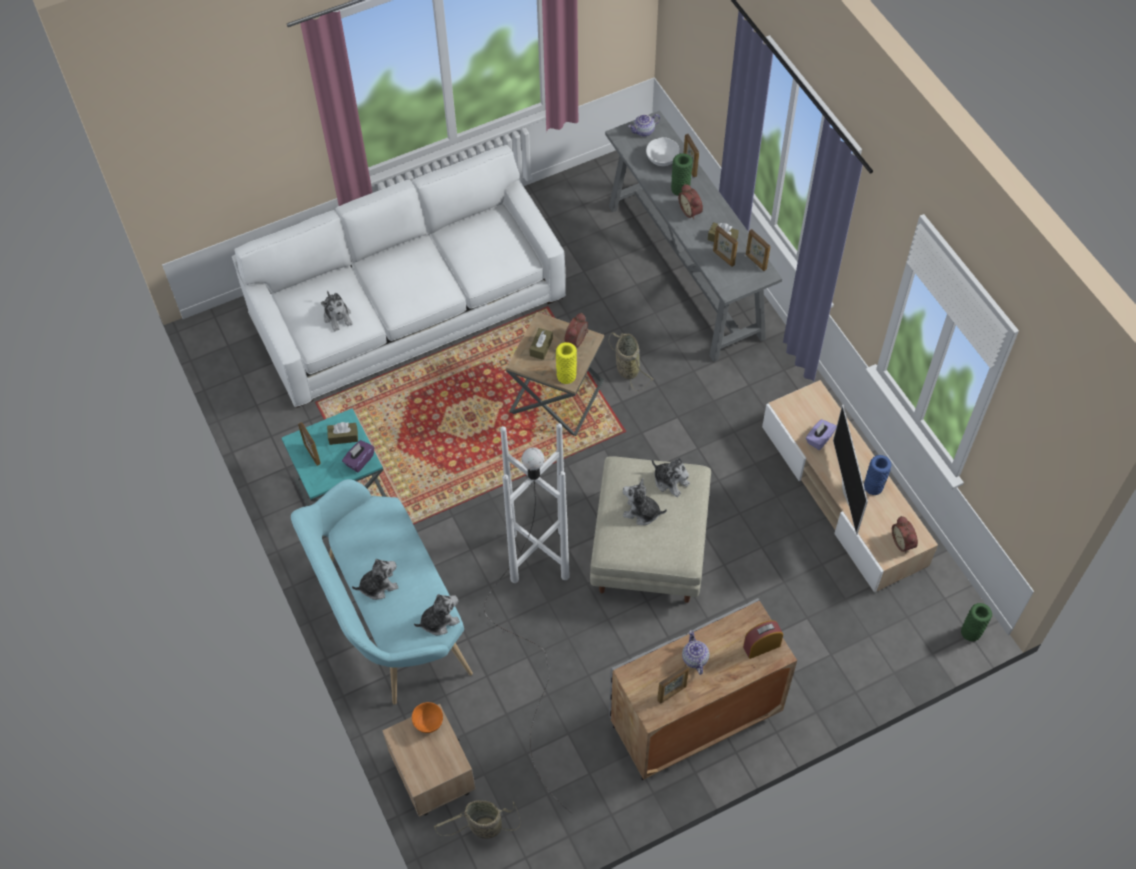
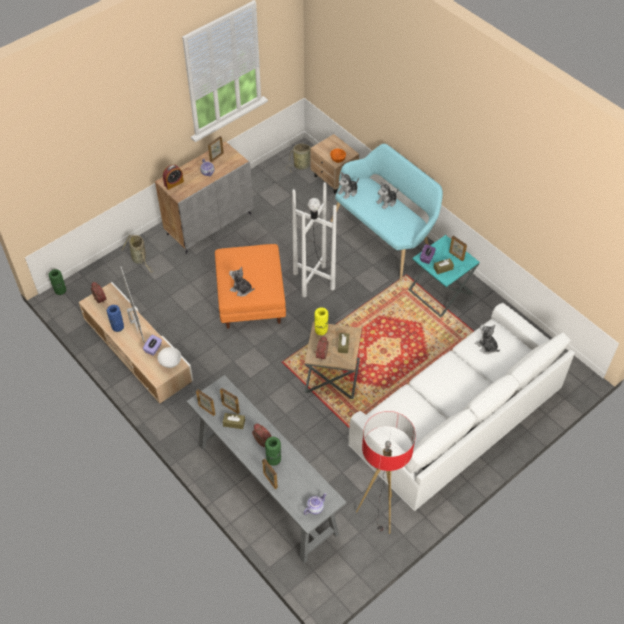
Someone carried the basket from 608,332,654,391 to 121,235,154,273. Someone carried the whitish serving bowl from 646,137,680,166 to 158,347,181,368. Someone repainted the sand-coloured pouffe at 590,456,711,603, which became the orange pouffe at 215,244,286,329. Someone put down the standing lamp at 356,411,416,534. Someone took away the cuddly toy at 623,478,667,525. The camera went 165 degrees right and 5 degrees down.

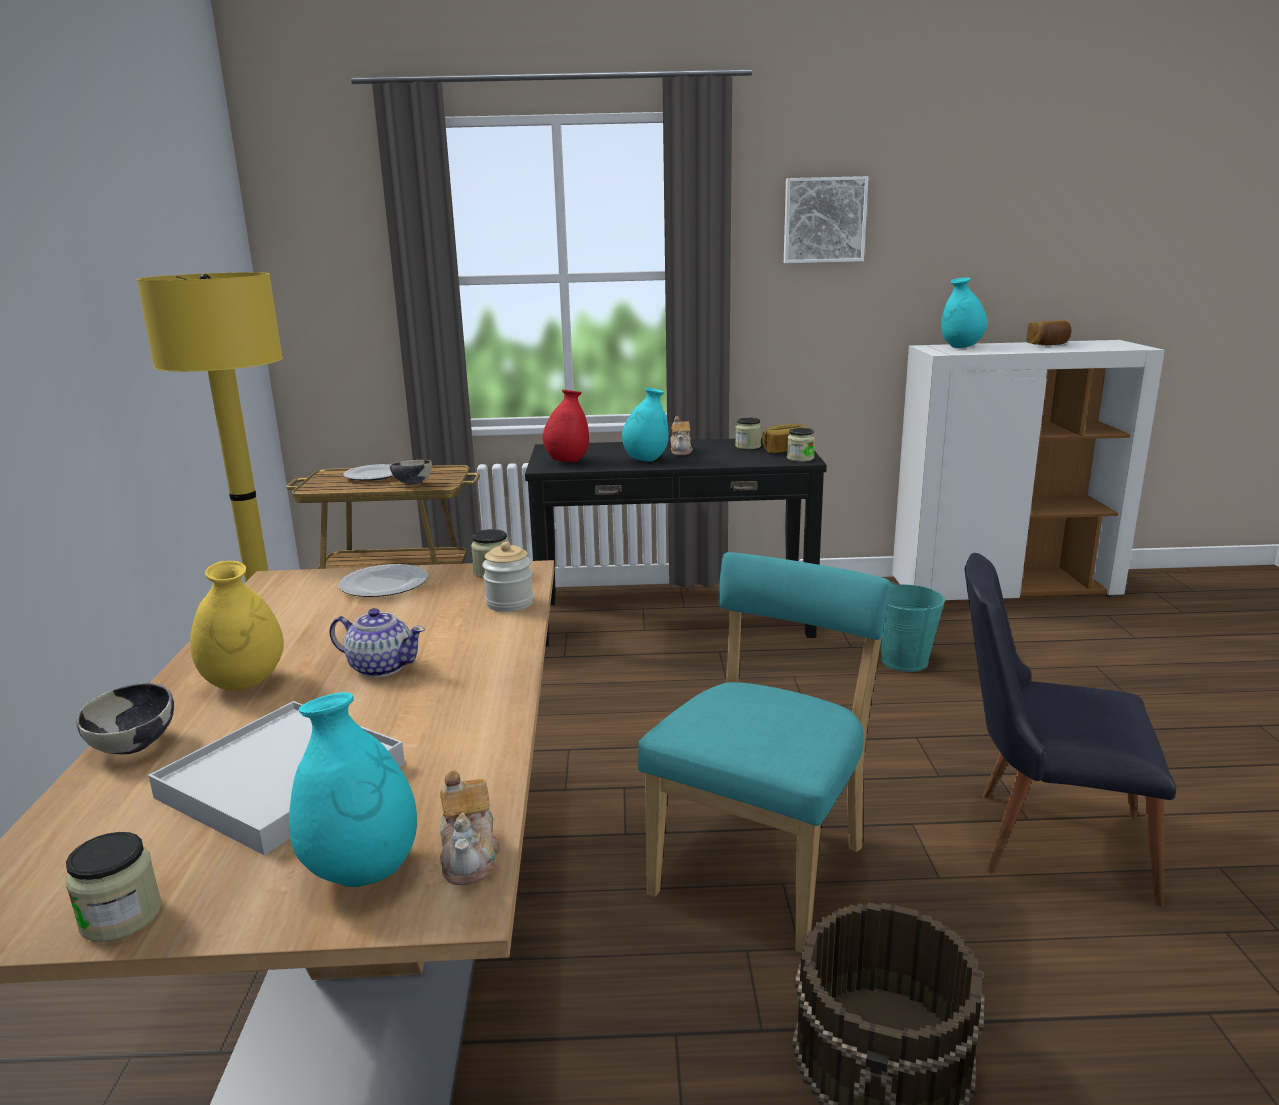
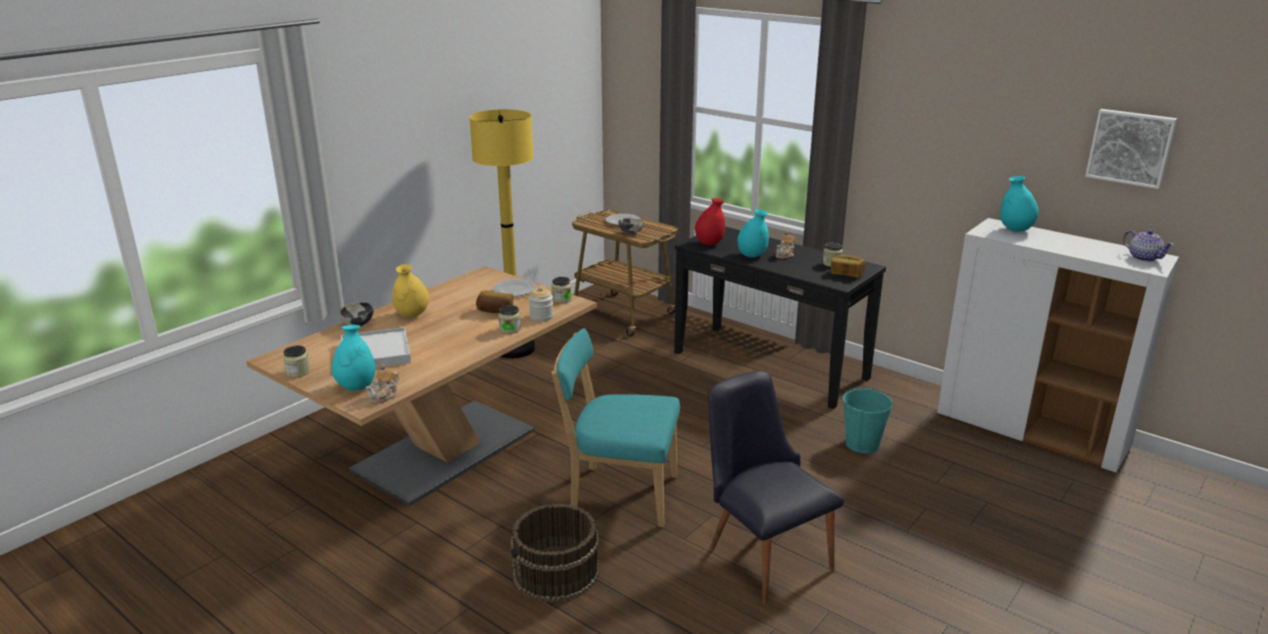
Someone carried the bread from 1026,320,1071,345 to 476,290,513,314. Someone carried the storage jar from 787,428,815,462 to 498,305,521,334. Someone rotated the turquoise plain chair at 638,552,891,953 by 150 degrees counterclockwise. Someone carried the picture from 784,176,869,263 to 1085,109,1177,189. Someone carried the teapot from 329,608,425,678 to 1123,230,1174,262. The camera went 40 degrees right and 5 degrees up.

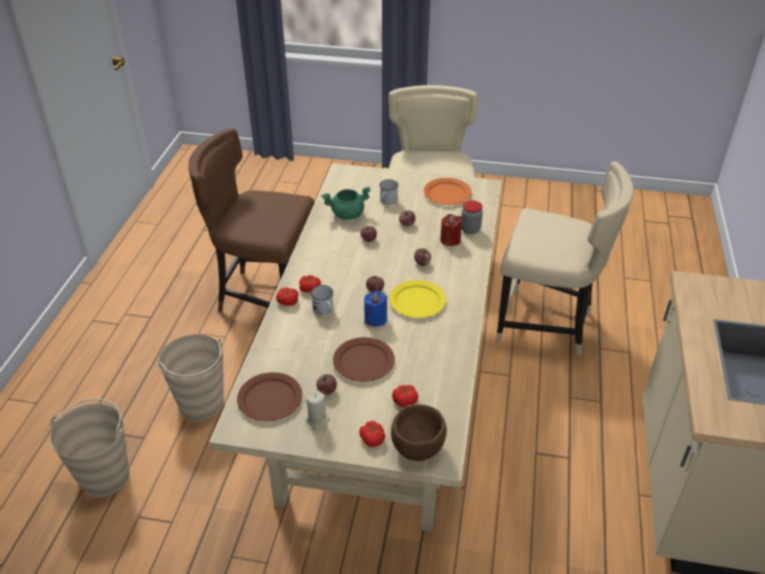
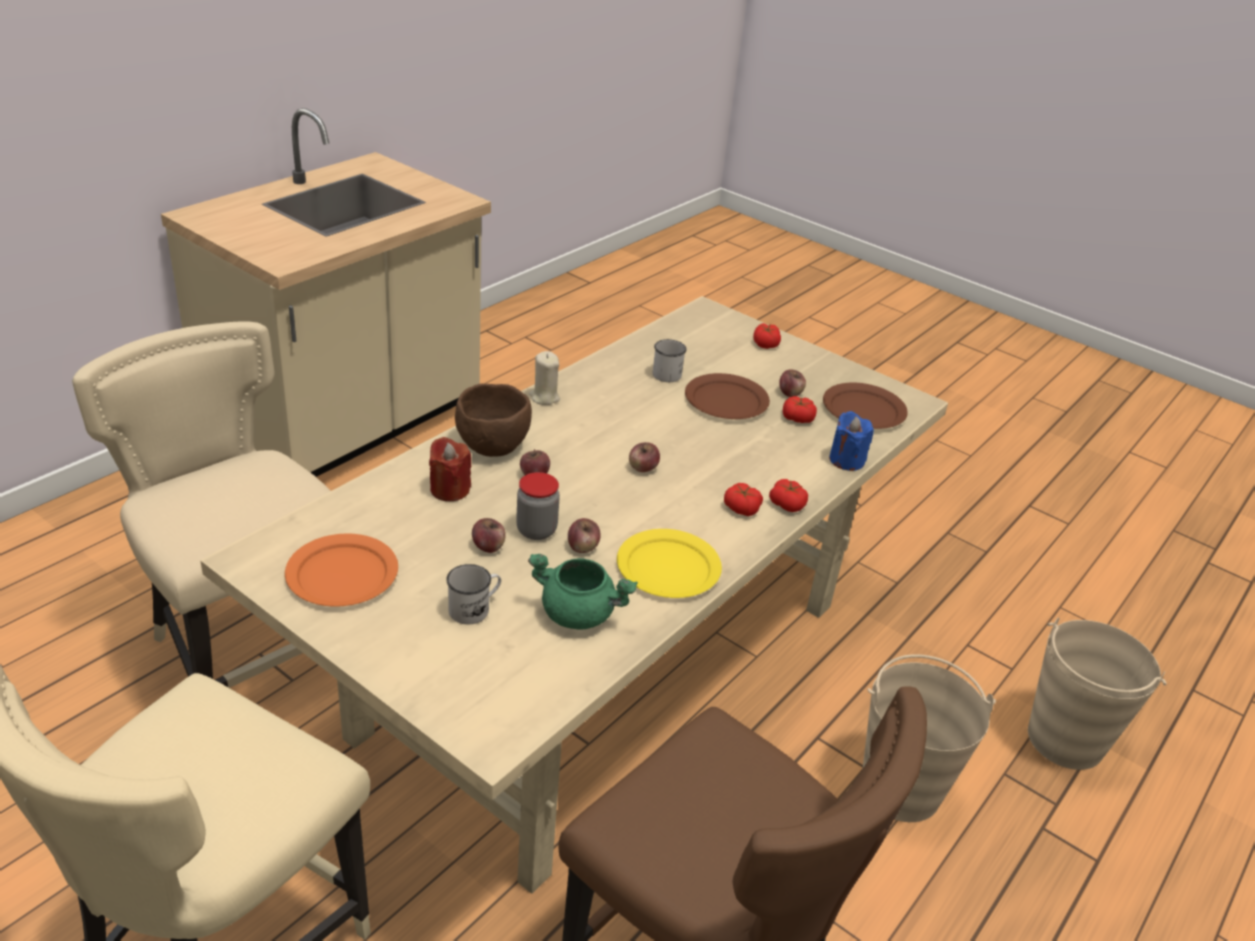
Someone carried the brown-coloured serving bowl from 391,404,447,461 to 455,384,532,457. Someone carried the storage jar from 461,200,483,234 to 516,472,560,540. Someone carried the sand-coloured wax light from 305,391,330,429 to 529,351,560,405. Someone carried the yellow-coloured plate from 389,280,446,318 to 617,529,722,598. Someone carried the whitish coffee mug from 311,285,333,316 to 653,339,687,382. Someone carried the tomato from 392,385,418,407 to 783,396,817,423. Someone carried the bluish wax light from 364,290,388,327 to 829,411,874,471. The camera went 155 degrees left and 5 degrees down.

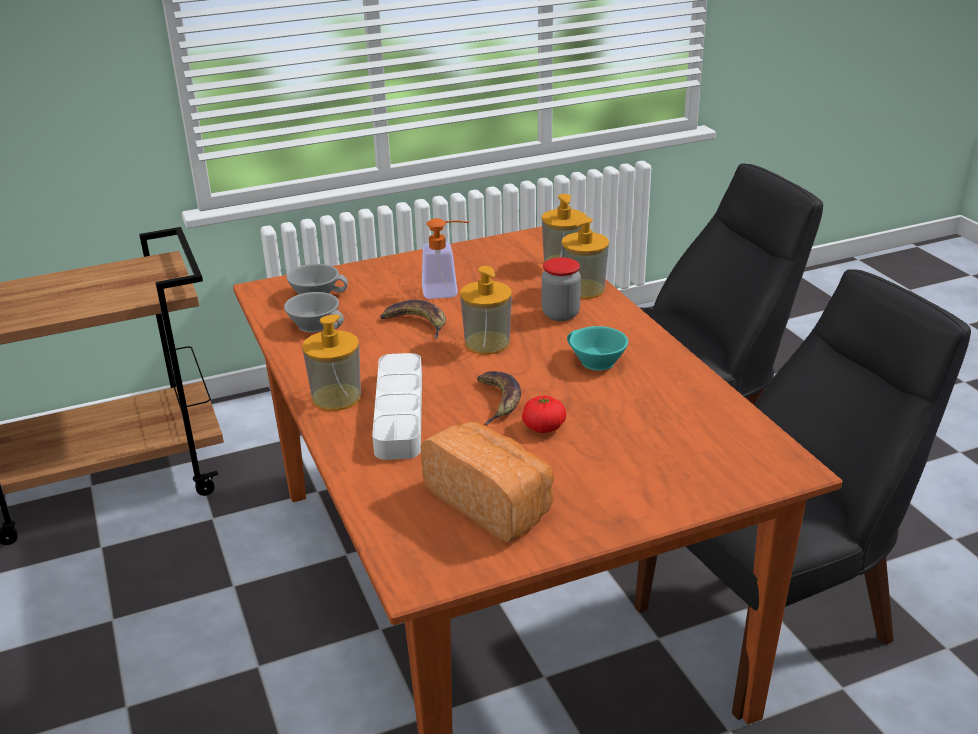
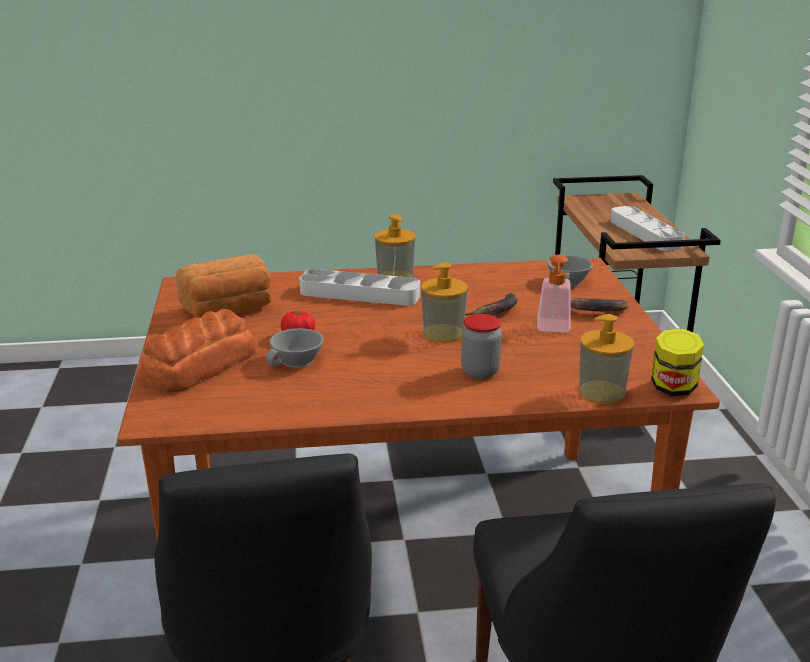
Someone put down the bread at 139,309,256,392. Someone carried the grey cup from 284,292,344,332 to 266,328,324,368. Someone carried the banana fruit from 477,371,521,425 to 571,298,628,311. Someone put down the grey tray at 610,206,685,251. Someone put down the storage jar at 651,328,704,396. Someone took away the liquid soap bottle at 561,217,609,299. Someone took away the turquoise cup at 567,326,628,371. The camera went 105 degrees right and 5 degrees down.

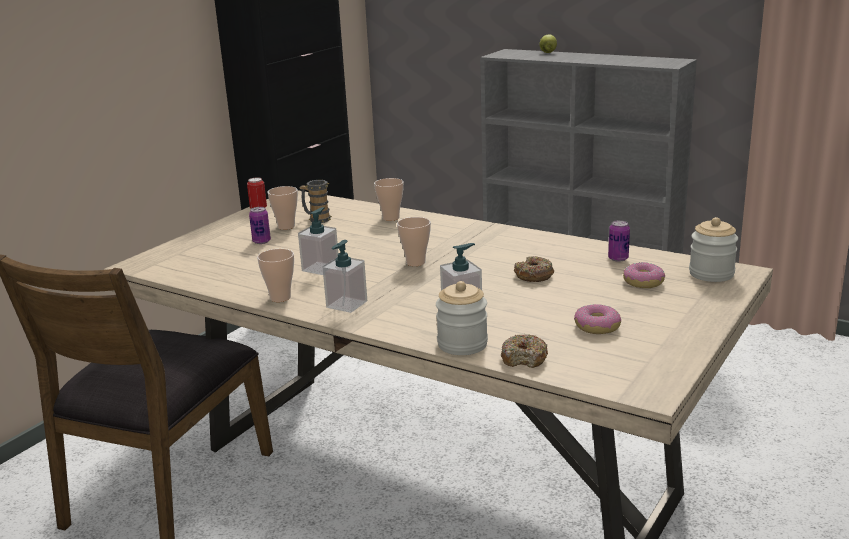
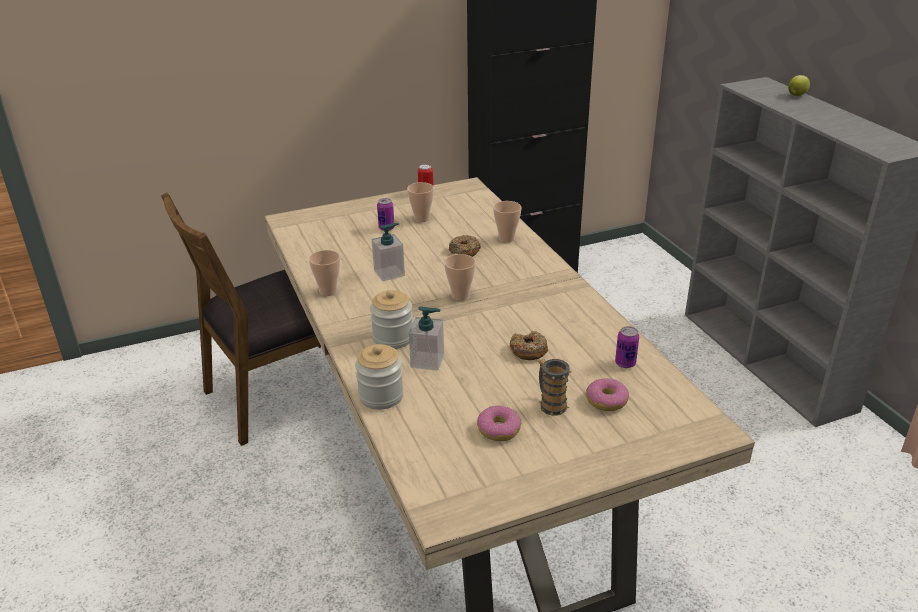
Someone carried the storage jar from 689,217,738,282 to 370,290,413,349. Someone carried the ring doughnut from 501,334,548,368 to 449,235,481,257. Someone carried the coffee mug from 300,180,332,223 to 538,359,571,416. Someone took away the liquid soap bottle at 322,240,367,313. The camera went 35 degrees right and 10 degrees up.

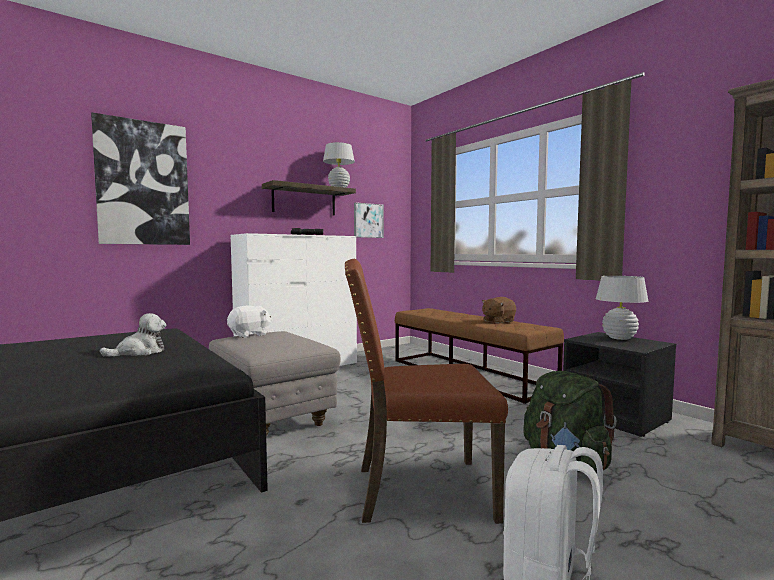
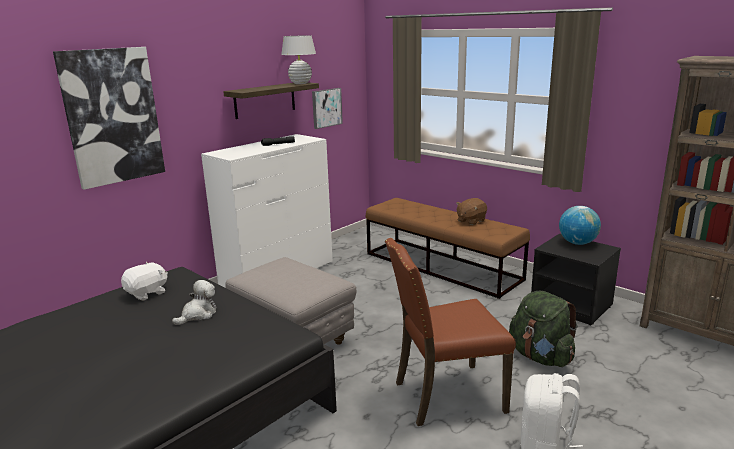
Someone carried the whitish cuddly toy from 227,306,272,338 to 121,262,168,301. Someone swapped the whitish table lamp at 596,276,648,340 for the globe at 559,206,601,245. The camera went 10 degrees left and 15 degrees up.

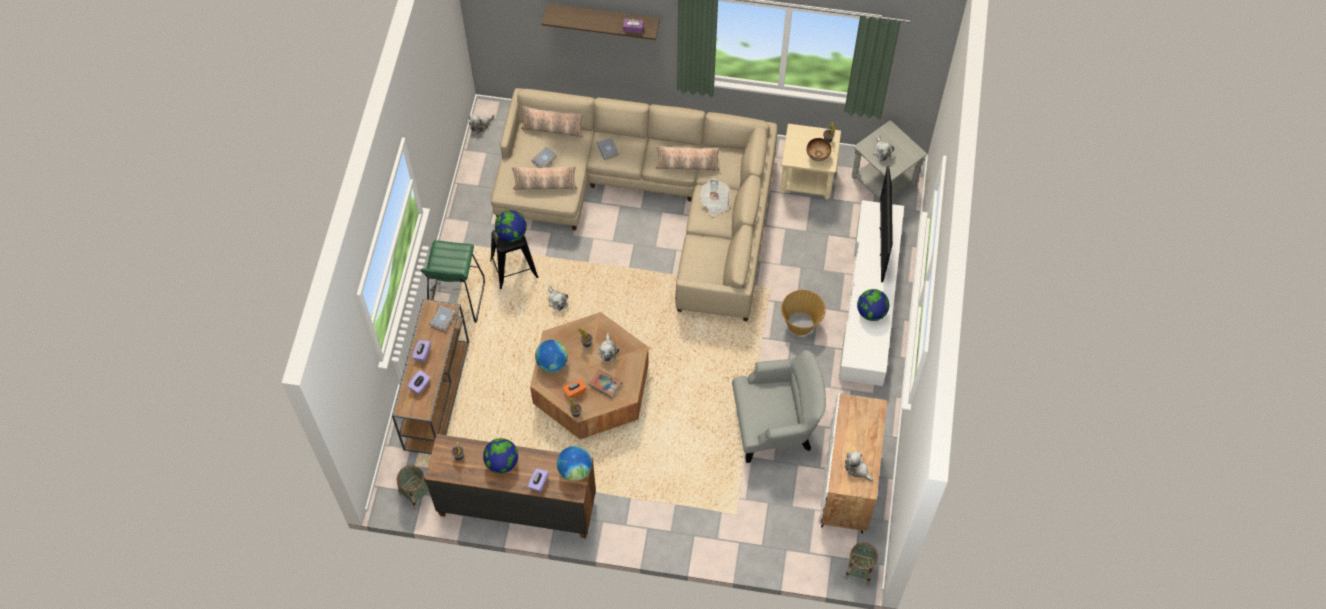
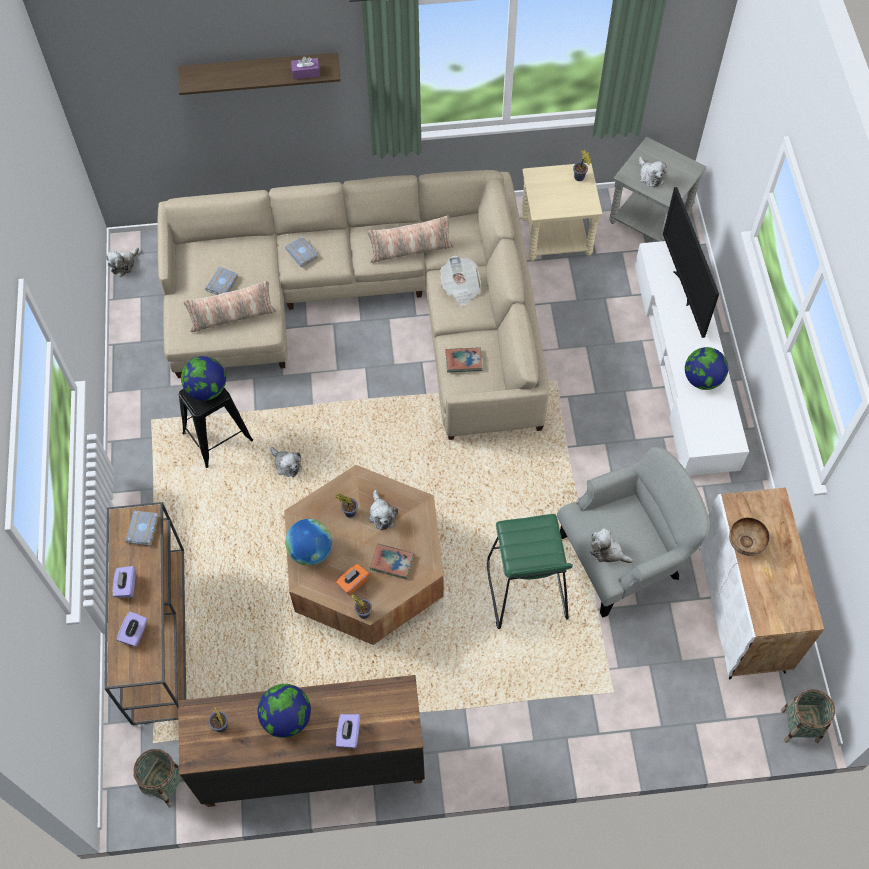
Someone put down the volume at 446,347,482,373. Someone carried the greenish stool from 421,240,485,323 to 487,514,573,629. Someone carried the cuddly toy from 844,451,873,481 to 590,528,633,563. Someone carried the serving bowl from 807,138,831,161 to 729,517,770,556. Someone took away the pillow at 521,106,583,138. Someone took away the globe at 557,446,592,481. Someone took away the basket at 781,290,826,335. The camera went 15 degrees left and 0 degrees up.

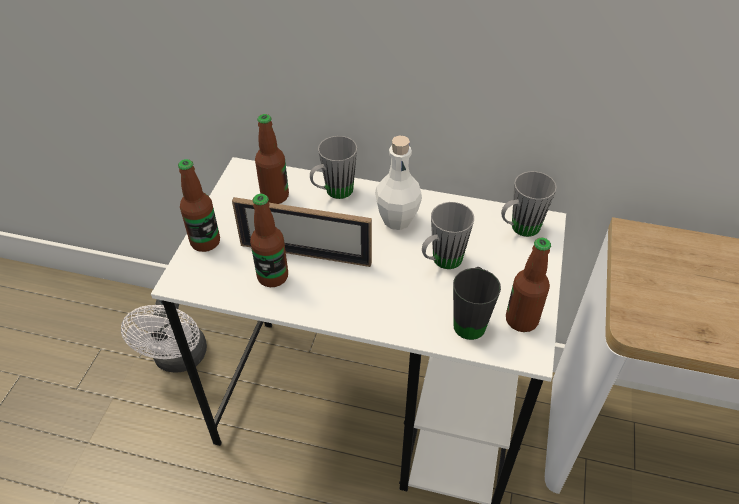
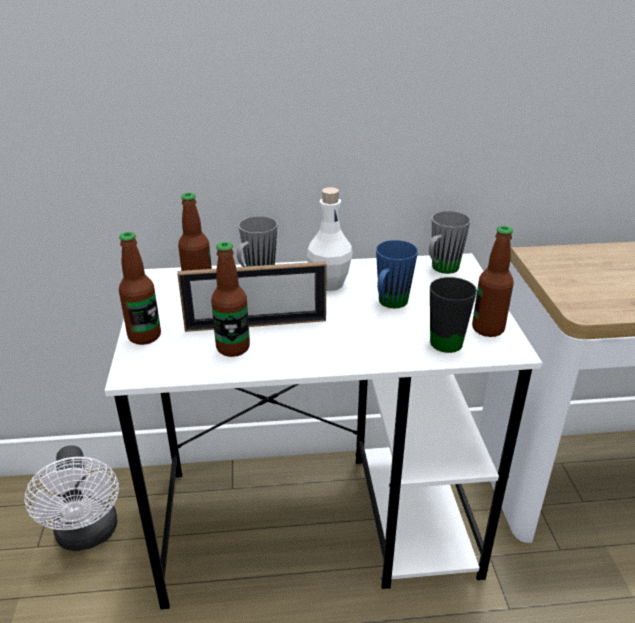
Someone repainted the grey coffee mug at 422,202,474,269, which became the bluish coffee mug at 376,240,418,308. The camera went 20 degrees left and 15 degrees down.

